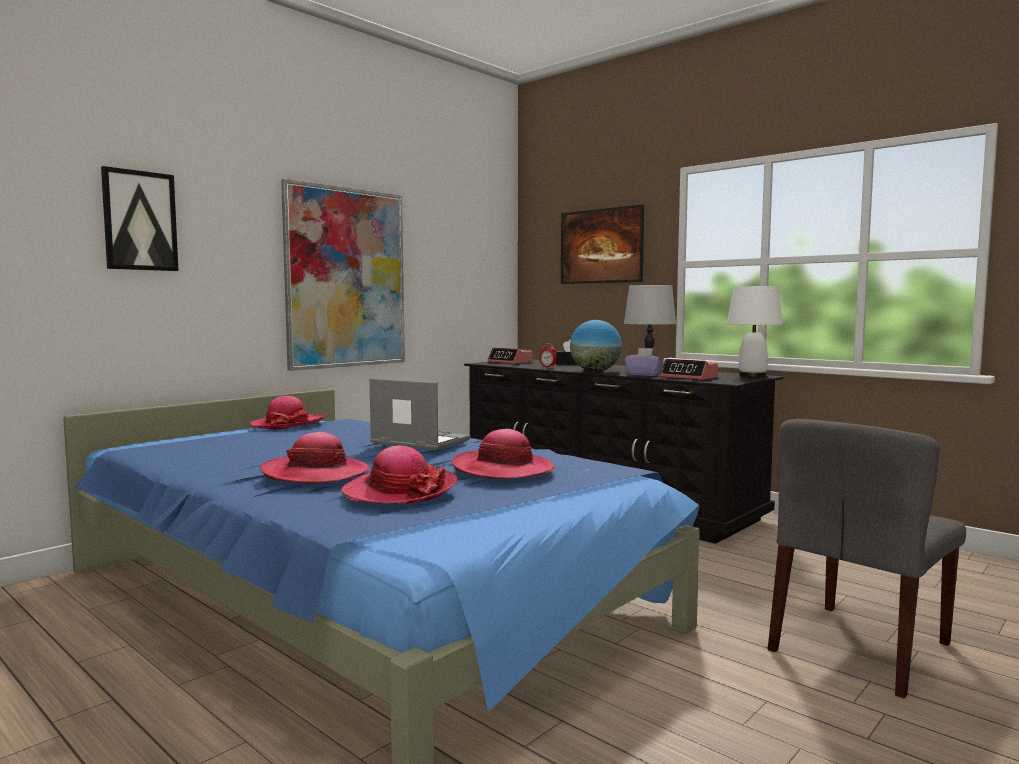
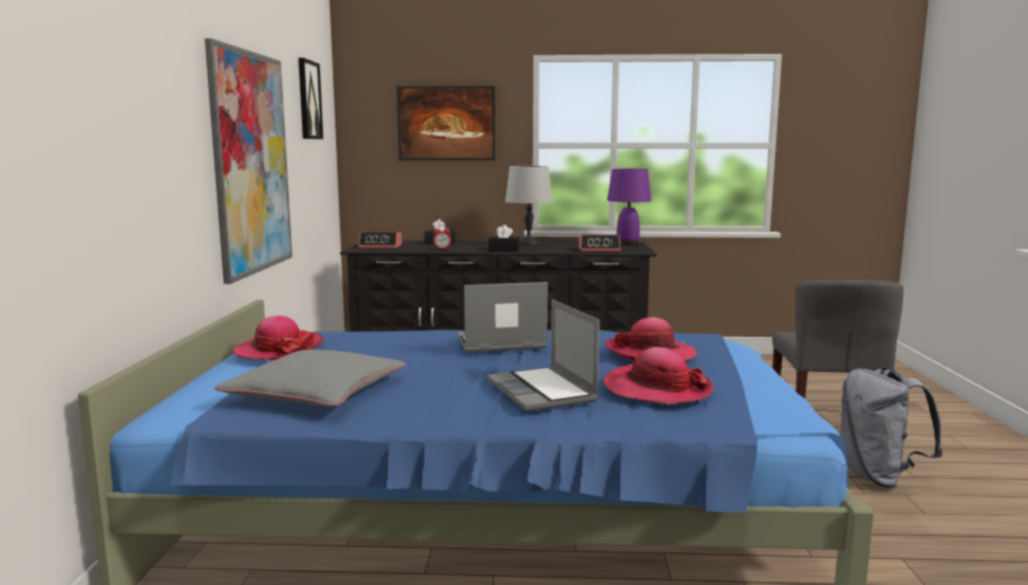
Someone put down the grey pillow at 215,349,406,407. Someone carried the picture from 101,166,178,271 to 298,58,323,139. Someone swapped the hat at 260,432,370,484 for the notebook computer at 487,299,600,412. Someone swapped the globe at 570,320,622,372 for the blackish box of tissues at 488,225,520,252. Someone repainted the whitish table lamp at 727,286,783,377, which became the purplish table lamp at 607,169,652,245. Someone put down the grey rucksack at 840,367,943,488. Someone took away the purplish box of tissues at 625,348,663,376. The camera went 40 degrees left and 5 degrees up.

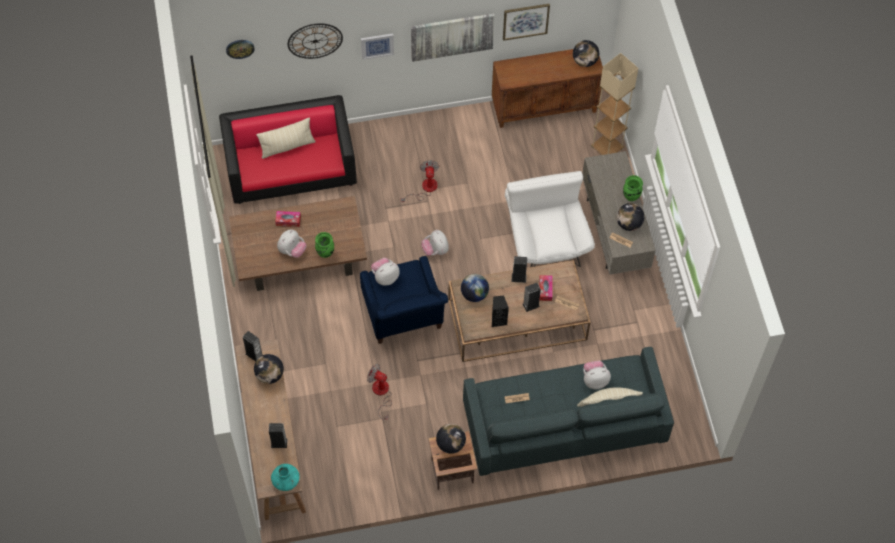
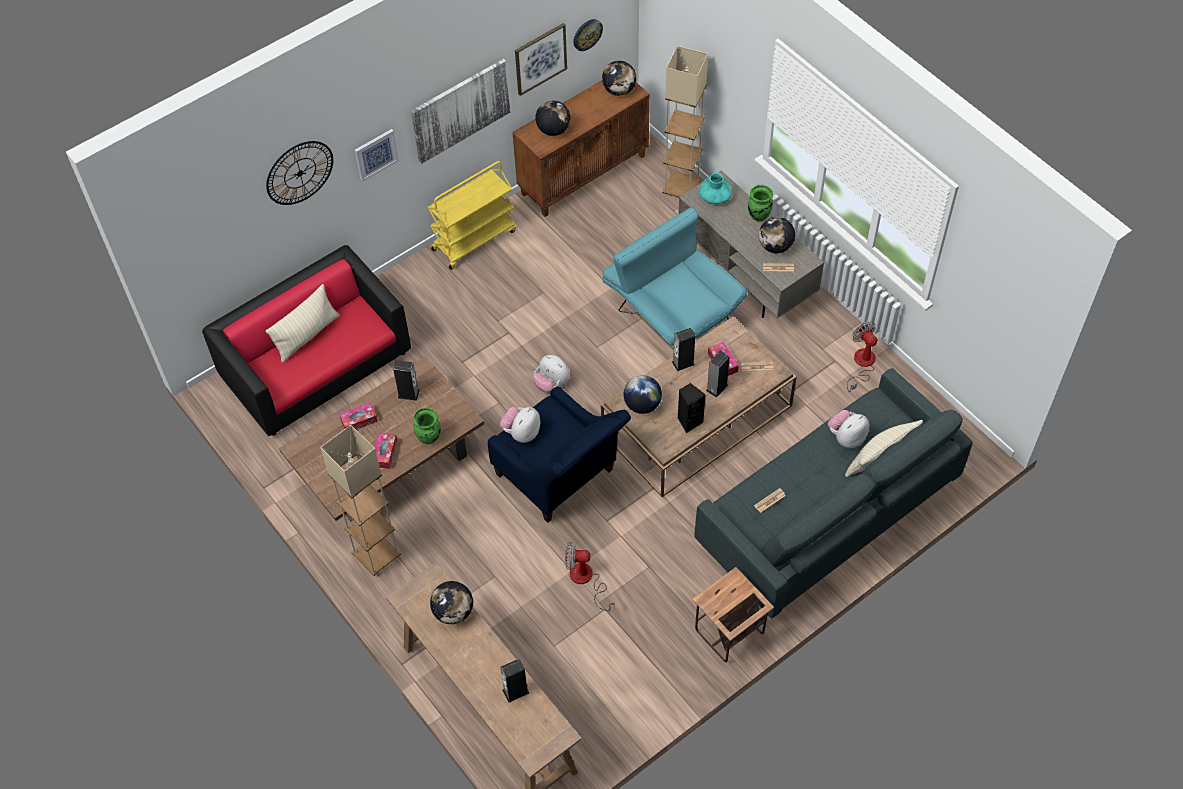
Someone put down the sand-coloured standing lamp at 320,425,401,576. Someone swapped the cuddly toy at 277,229,307,258 for the box of tissues at 375,433,397,469. Someone carried the loudspeaker from 243,331,263,361 to 393,360,420,401. Someone put down the yellow-coloured wheeled cart at 427,161,516,270. Someone carried the globe from 436,424,466,454 to 535,100,571,136. Someone carried the clock on the wall from 226,40,254,59 to 573,19,603,51. Someone repainted the whitish easy chair at 505,171,595,267, which became the turquoise easy chair at 603,207,747,345. Someone carried the turquoise decorative vase from 271,464,300,491 to 699,172,732,204. Someone carried the electric fan from 401,160,439,202 to 847,321,878,392. The camera went 25 degrees left and 5 degrees down.

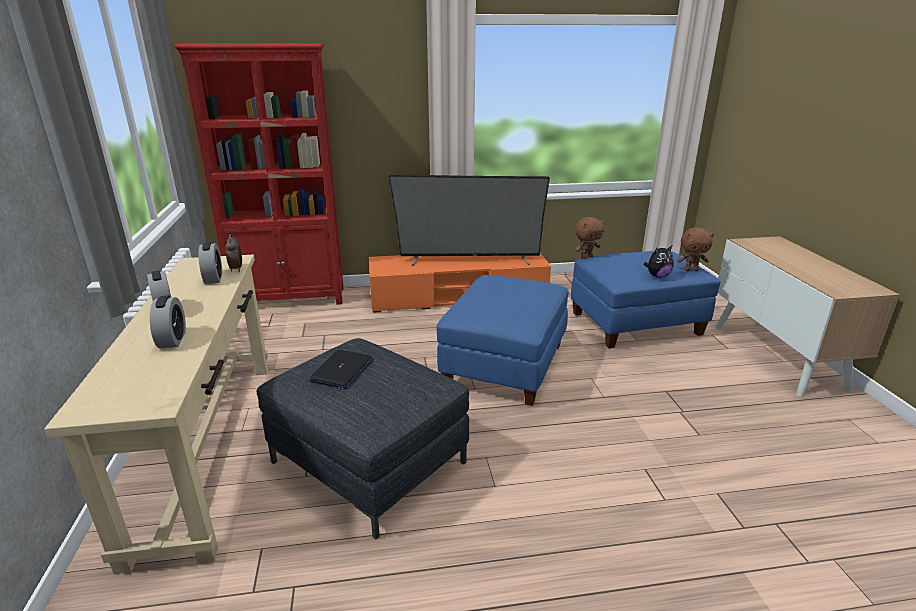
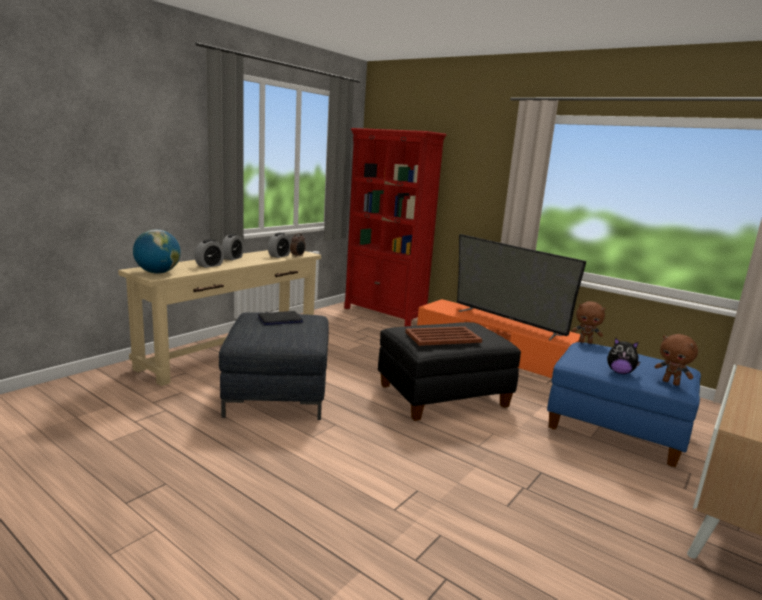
Someone put down the globe at 133,229,181,274. Someone repainted the bluish pouffe at 437,275,568,406, which became the blackish pouffe at 378,322,521,421. Someone put down the brown-coloured tray at 405,326,482,346. The camera went 45 degrees right and 10 degrees down.

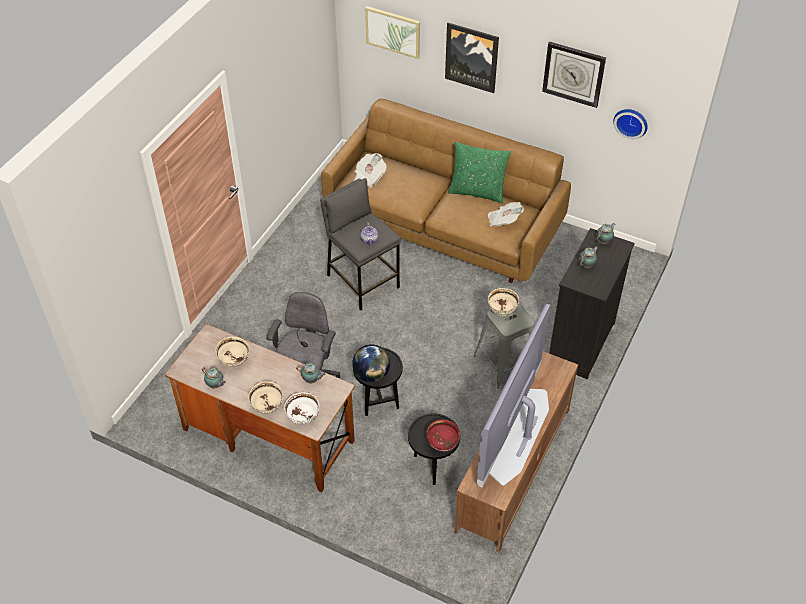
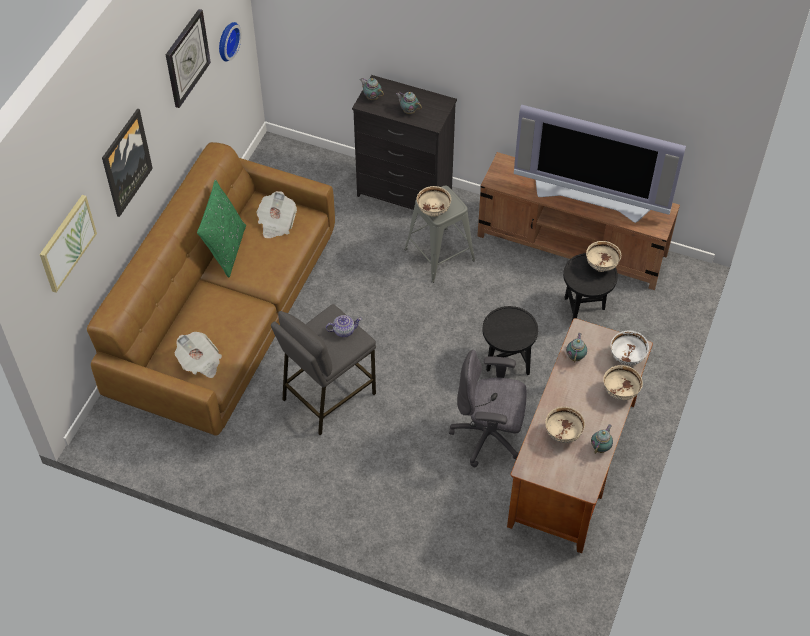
Someone repainted the red serving bowl at 426,420,460,452, which became the sand-coloured serving bowl at 586,241,621,272. Someone took away the globe at 352,344,390,382. The camera went 95 degrees left and 5 degrees up.

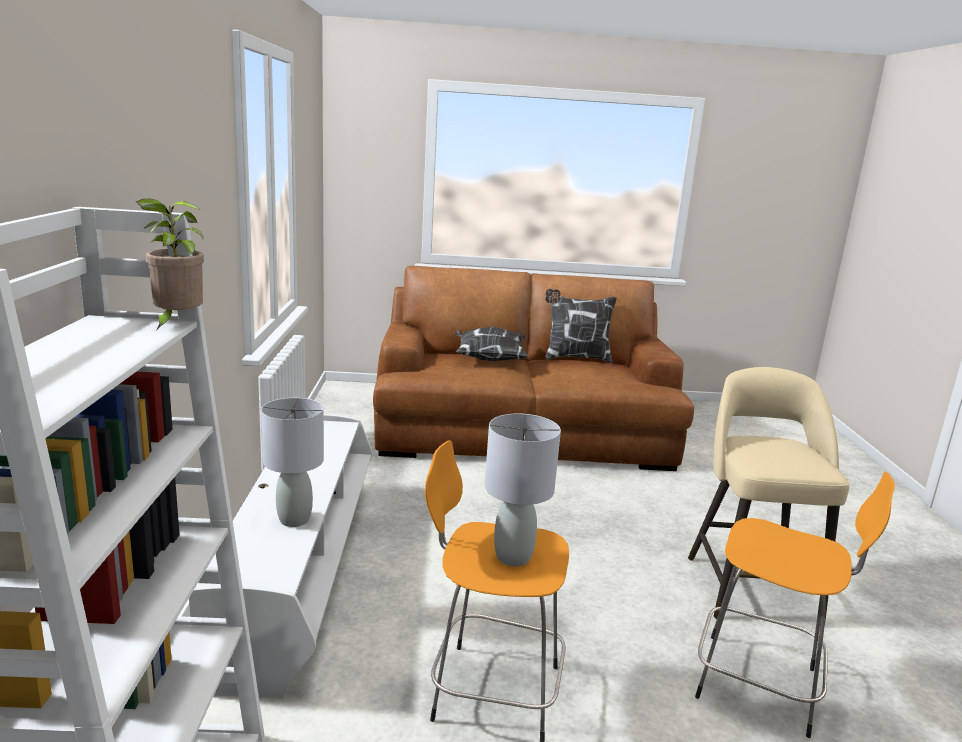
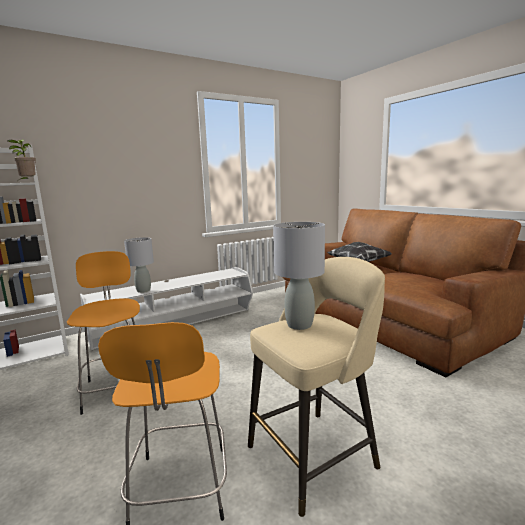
Someone carried the grey table lamp from 485,413,561,566 to 273,222,325,330. Someone took away the pillow at 545,289,617,363. The camera went 60 degrees right and 5 degrees down.

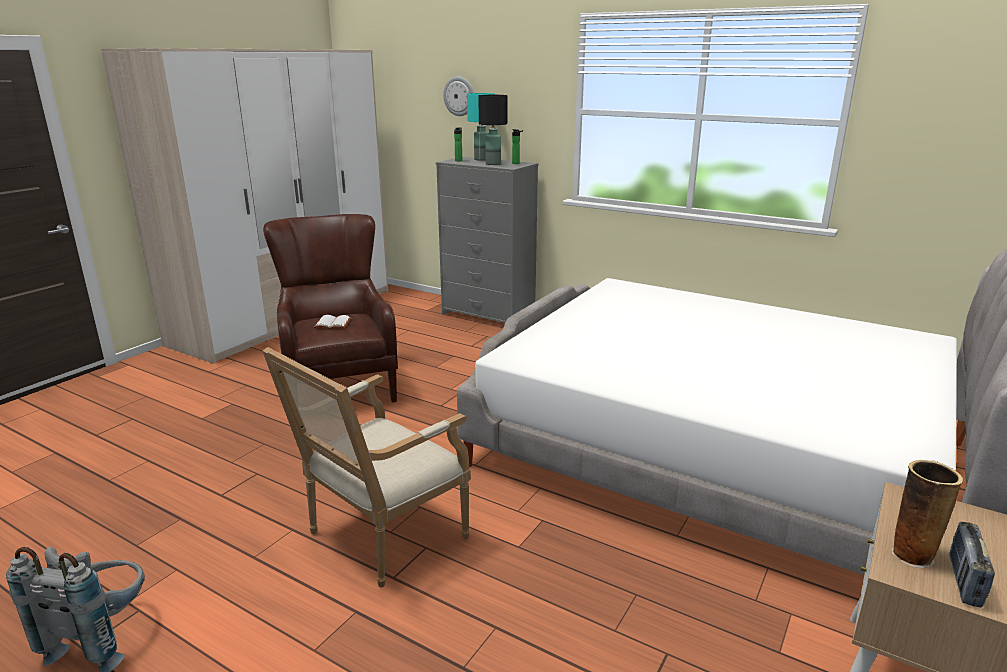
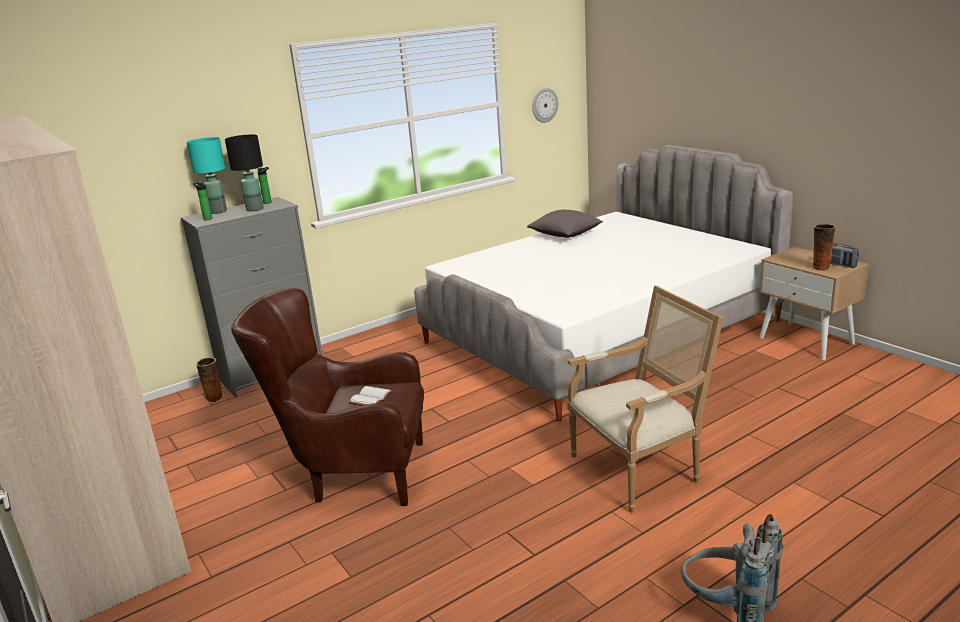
Someone put down the decorative vase at 196,357,223,403. Someone put down the grey pillow at 527,210,603,237. Someone carried the clock on the wall from 443,76,474,116 to 532,88,558,123. Someone rotated the easy chair at 262,347,471,588 by 90 degrees counterclockwise. The camera went 65 degrees left and 0 degrees up.

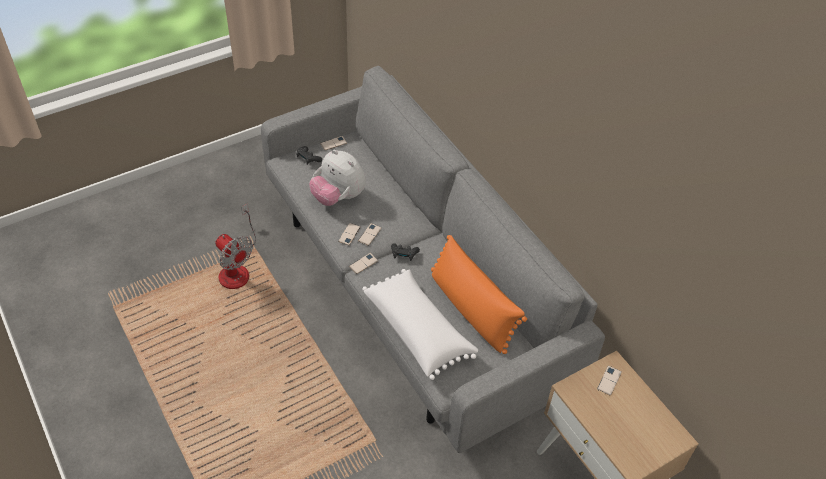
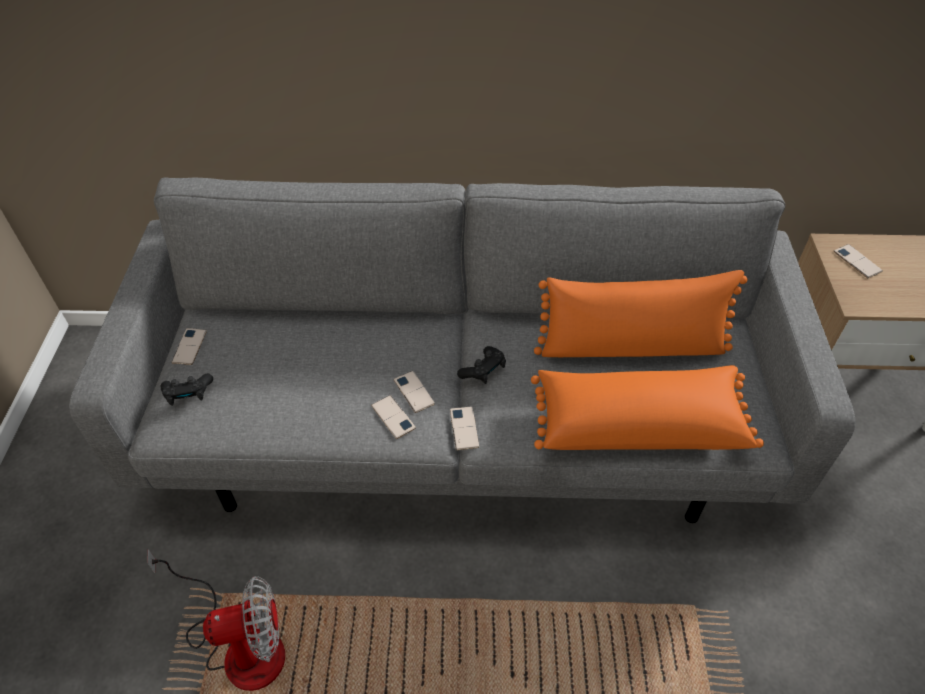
Someone repainted the whitish pillow at 362,269,478,380, which became the orange pillow at 531,365,764,450. Someone took away the cuddly toy at 309,149,366,206. The camera went 55 degrees left and 0 degrees up.

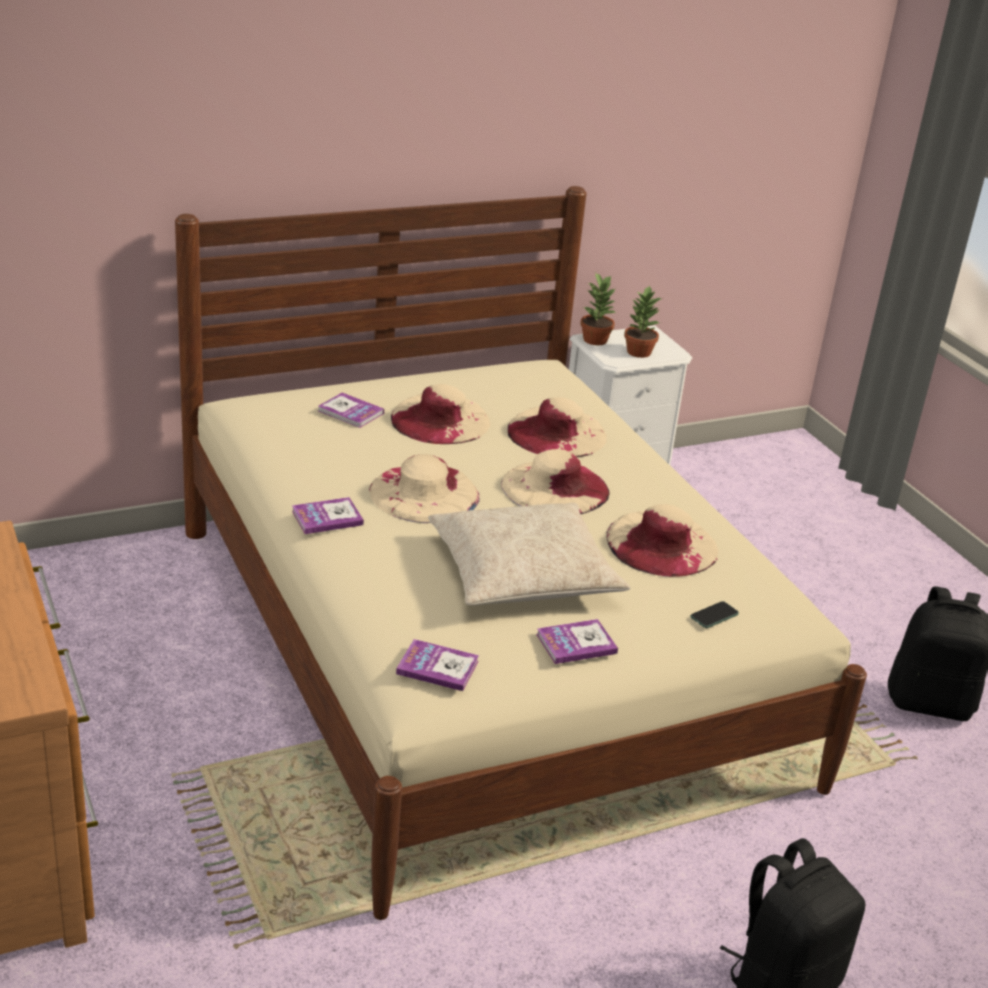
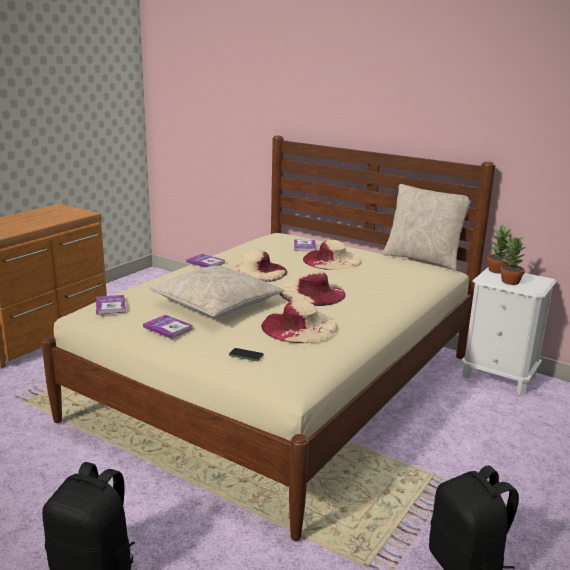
Someone put down the sand-coloured pillow at 382,184,471,270. Someone took away the sand-coloured hat at 508,397,607,457. The camera went 60 degrees right and 10 degrees down.

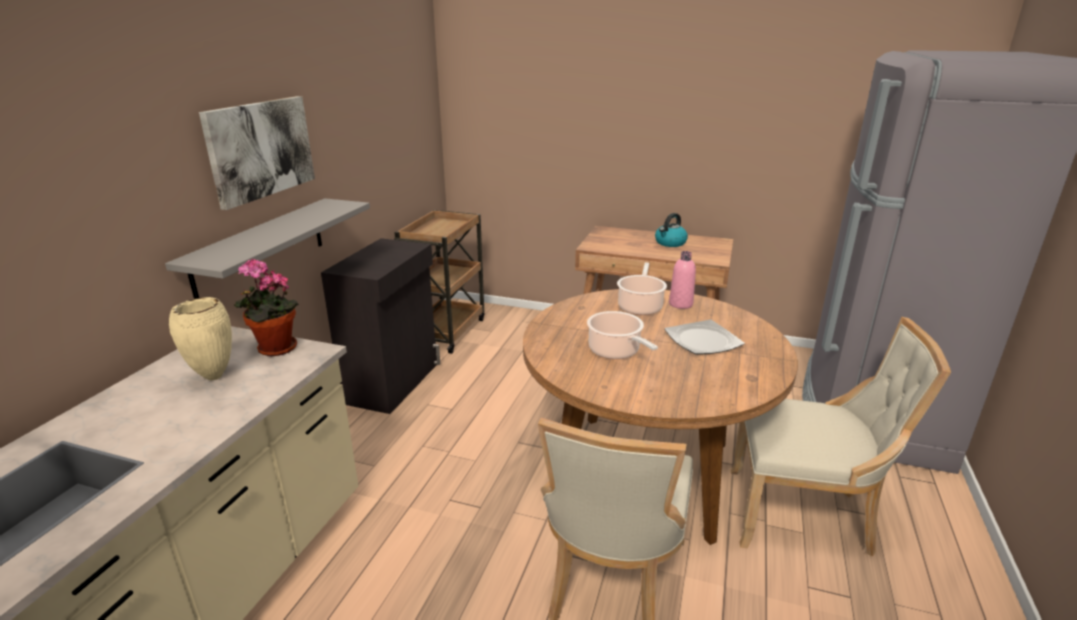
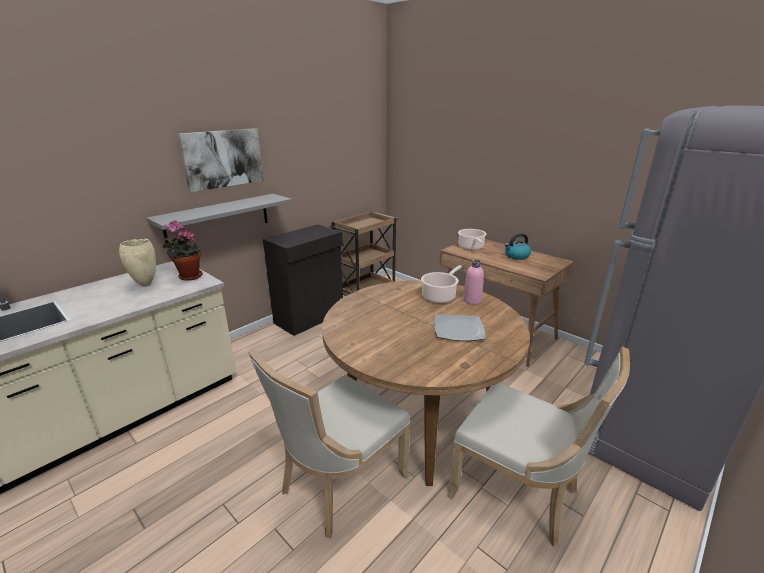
Someone carried the cooking pot from 587,311,658,359 to 458,229,487,250. The camera went 25 degrees right and 0 degrees up.

